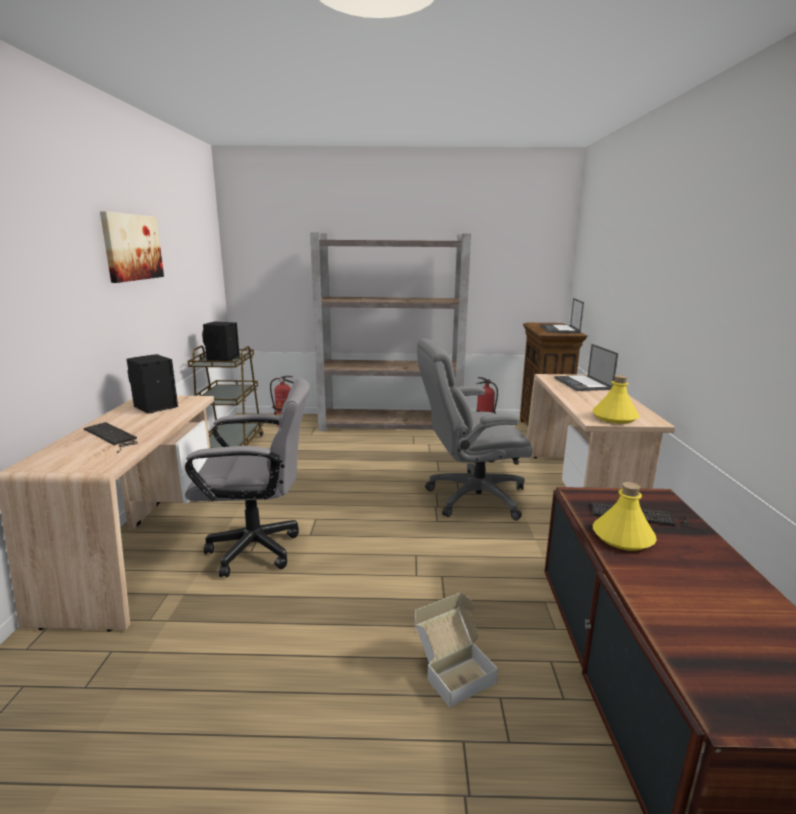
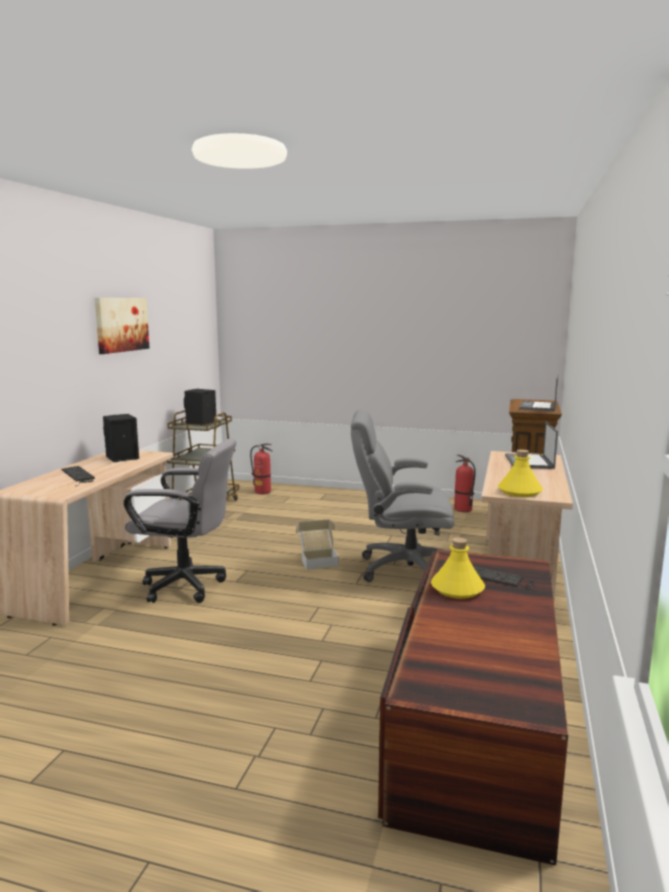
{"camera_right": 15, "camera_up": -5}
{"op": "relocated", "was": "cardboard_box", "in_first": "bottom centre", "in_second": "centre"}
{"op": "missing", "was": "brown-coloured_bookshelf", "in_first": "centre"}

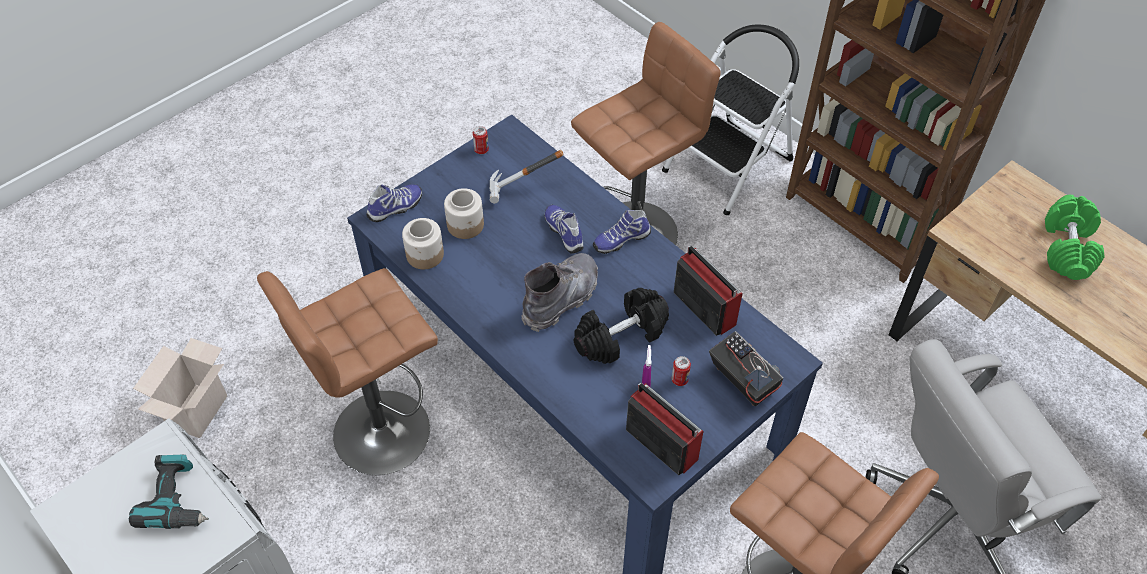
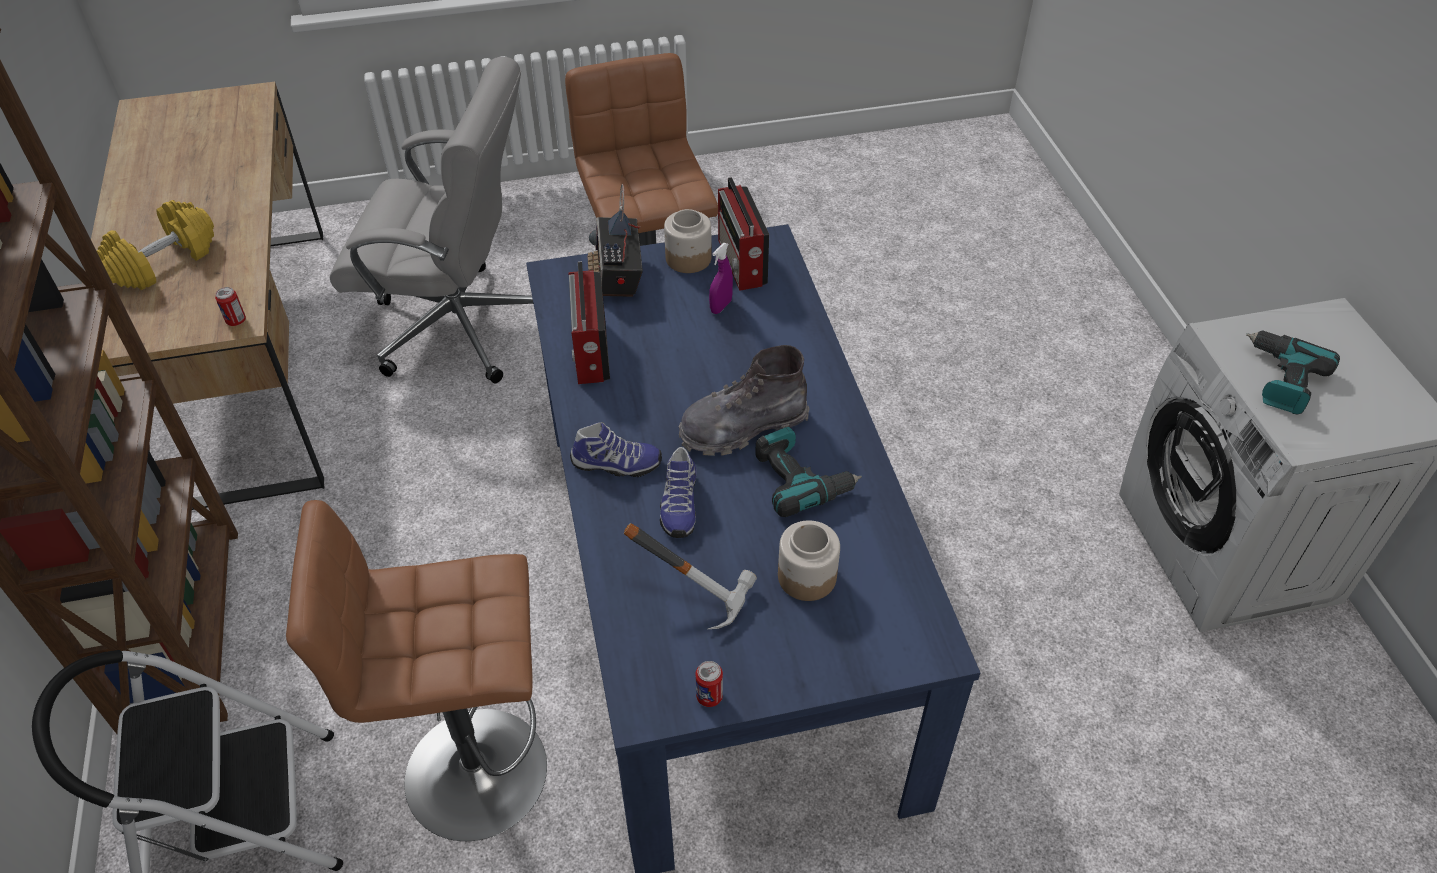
{"camera_right": -150, "camera_up": -5}
{"op": "colour", "was": "greenish_free_weight", "now": "yellow_free_weight", "in_first": "middle right", "in_second": "top left"}
{"op": "relocated", "was": "metal_can (no. 2 from left in the first image)", "now": "metal_can (no. 1 from left)", "in_first": "centre", "in_second": "middle left"}
{"op": "relocated", "was": "preserve_jar (no. 1 from left)", "in_first": "centre", "in_second": "top centre"}
{"op": "appeared", "now": "drill (no. 1 from left)", "in_second": "centre"}
{"op": "missing", "was": "cardboard_box", "in_first": "bottom left"}
{"op": "missing", "was": "brown-coloured_stool (no. 1 from left)", "in_first": "middle left"}
{"op": "missing", "was": "item_of_footwear (no. 1 from left)", "in_first": "centre"}
{"op": "missing", "was": "black_free_weight", "in_first": "centre"}

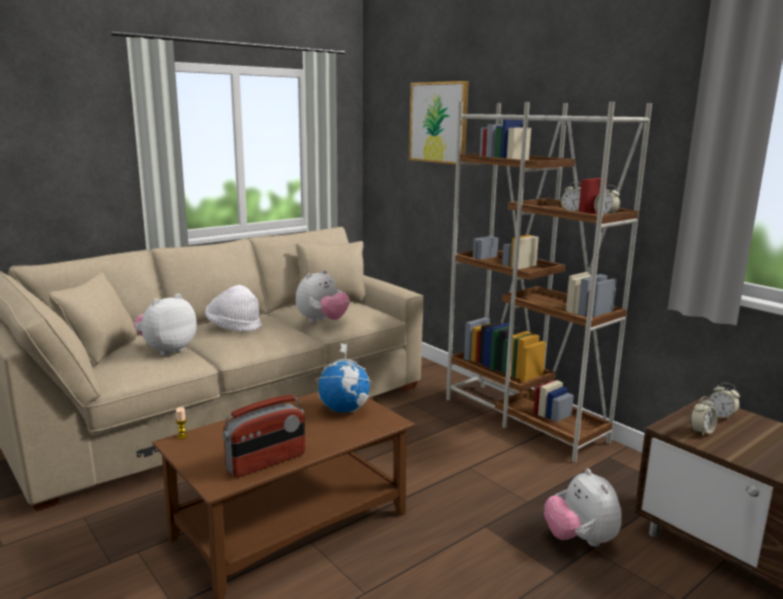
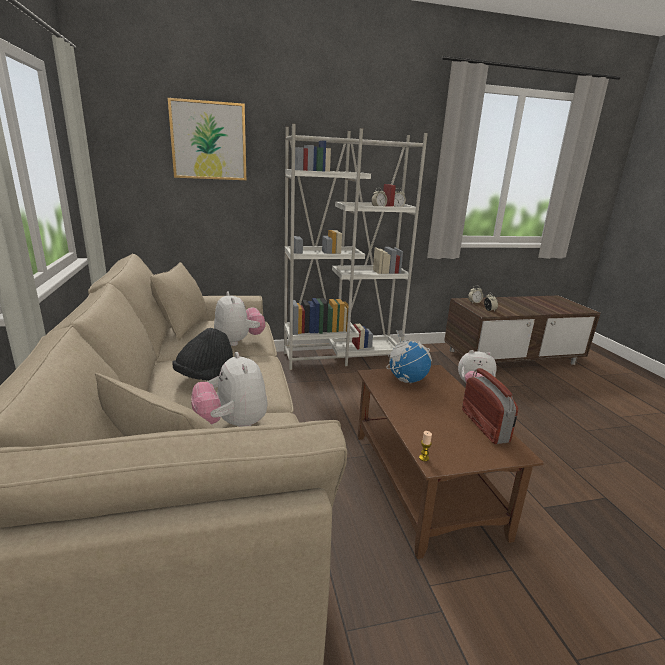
{"camera_right": -65, "camera_up": 5}
{"op": "colour", "was": "whitish_hat", "now": "black_hat", "in_first": "middle left", "in_second": "middle left"}
{"op": "colour", "was": "brown-coloured_bookshelf", "now": "whitish_bookshelf", "in_first": "middle right", "in_second": "centre"}

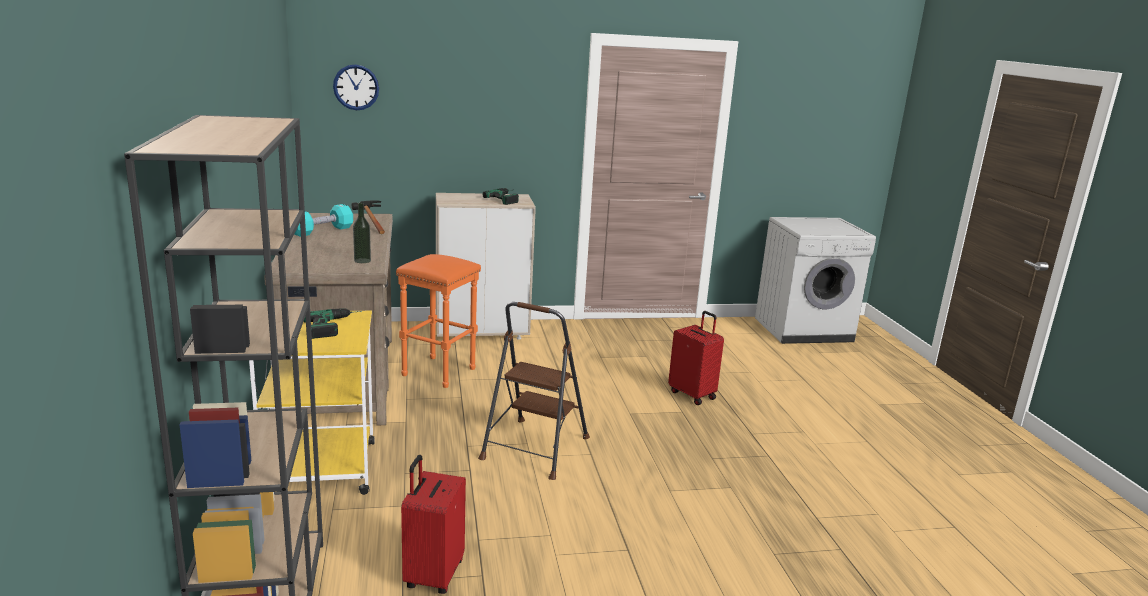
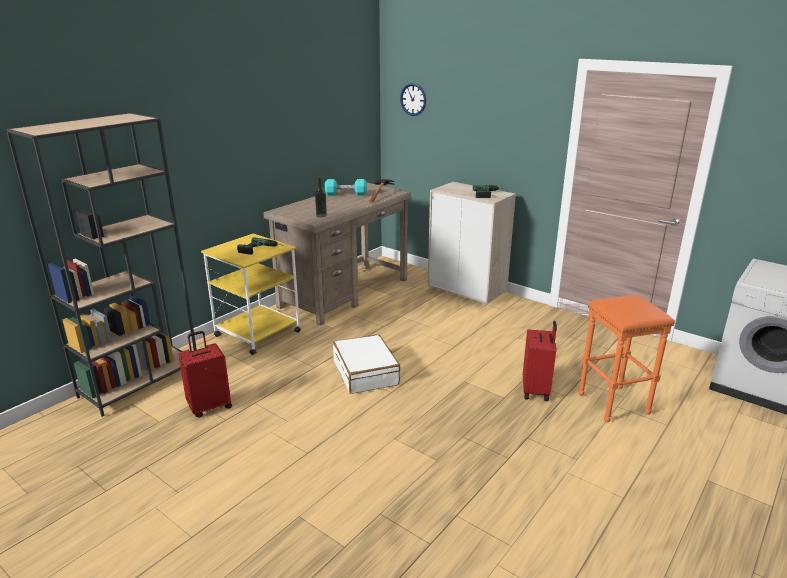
{"camera_right": 50, "camera_up": 5}
{"op": "exchanged", "was": "brown-coloured_step_ladder", "now": "whitish_travel_case", "in_first": "centre", "in_second": "centre"}
{"op": "relocated", "was": "orange_stool", "in_first": "centre", "in_second": "middle right"}

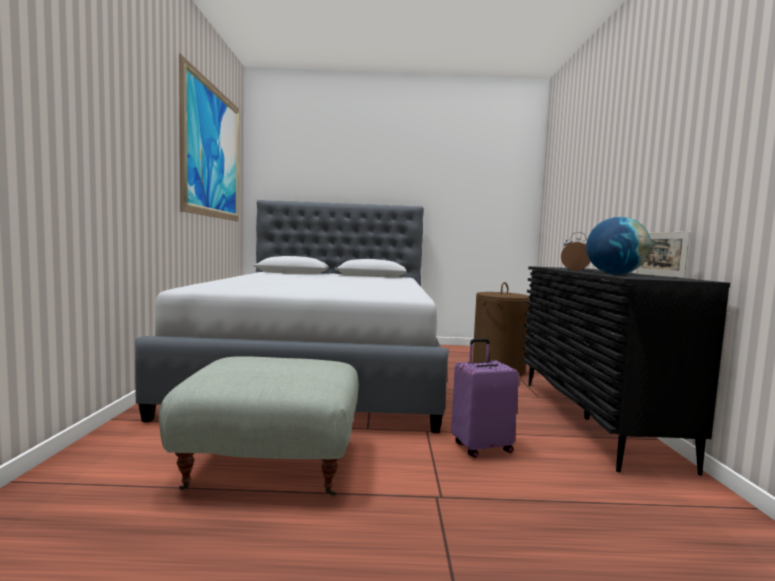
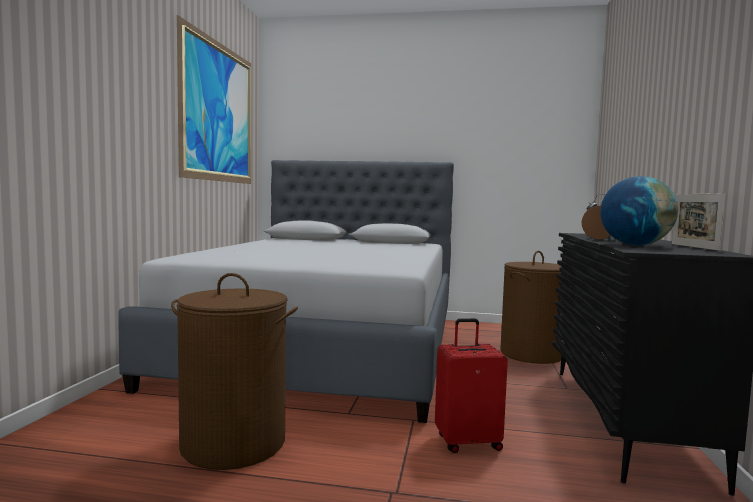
{"camera_right": 10, "camera_up": 0}
{"op": "exchanged", "was": "gray_ottoman", "now": "brown-coloured_washing_basket (no. 1 from left)", "in_first": "bottom centre", "in_second": "bottom left"}
{"op": "colour", "was": "purple_travel_case", "now": "red-coloured_travel_case", "in_first": "bottom centre", "in_second": "bottom centre"}

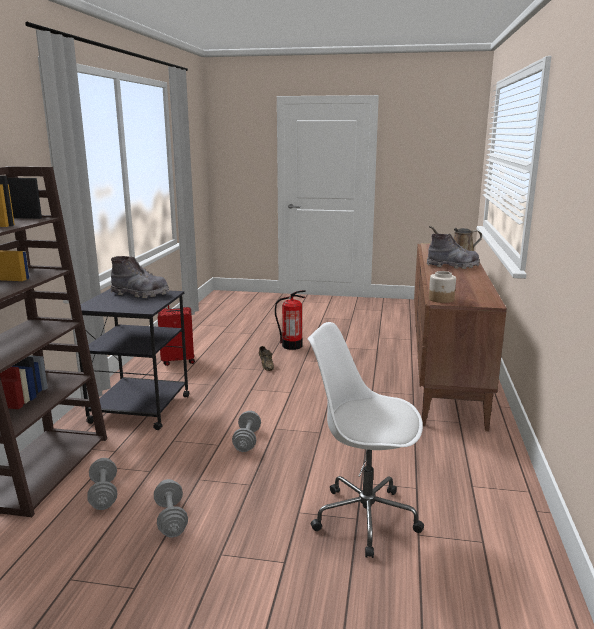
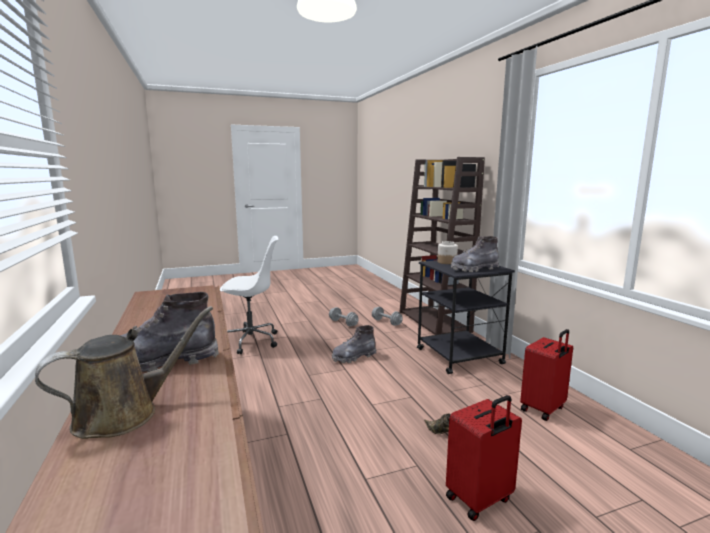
{"camera_right": 150, "camera_up": -5}
{"op": "exchanged", "was": "gray_free_weight (no. 3 from left)", "now": "gray_high-top_boot (no. 2 from left)", "in_first": "bottom centre", "in_second": "centre"}
{"op": "relocated", "was": "preserve_jar", "in_first": "middle right", "in_second": "centre"}
{"op": "exchanged", "was": "extinguisher", "now": "red-coloured_travel_case (no. 1 from left)", "in_first": "centre", "in_second": "bottom right"}

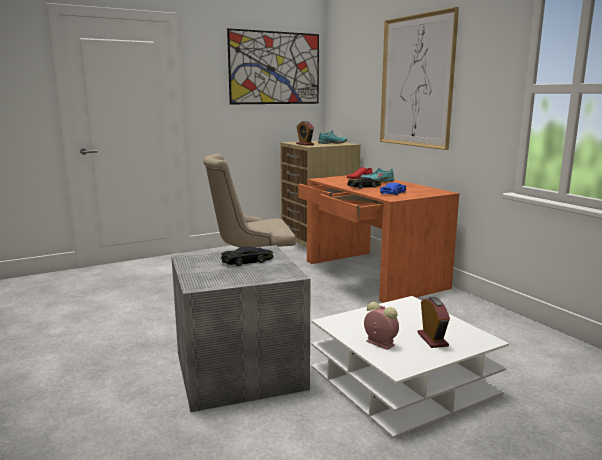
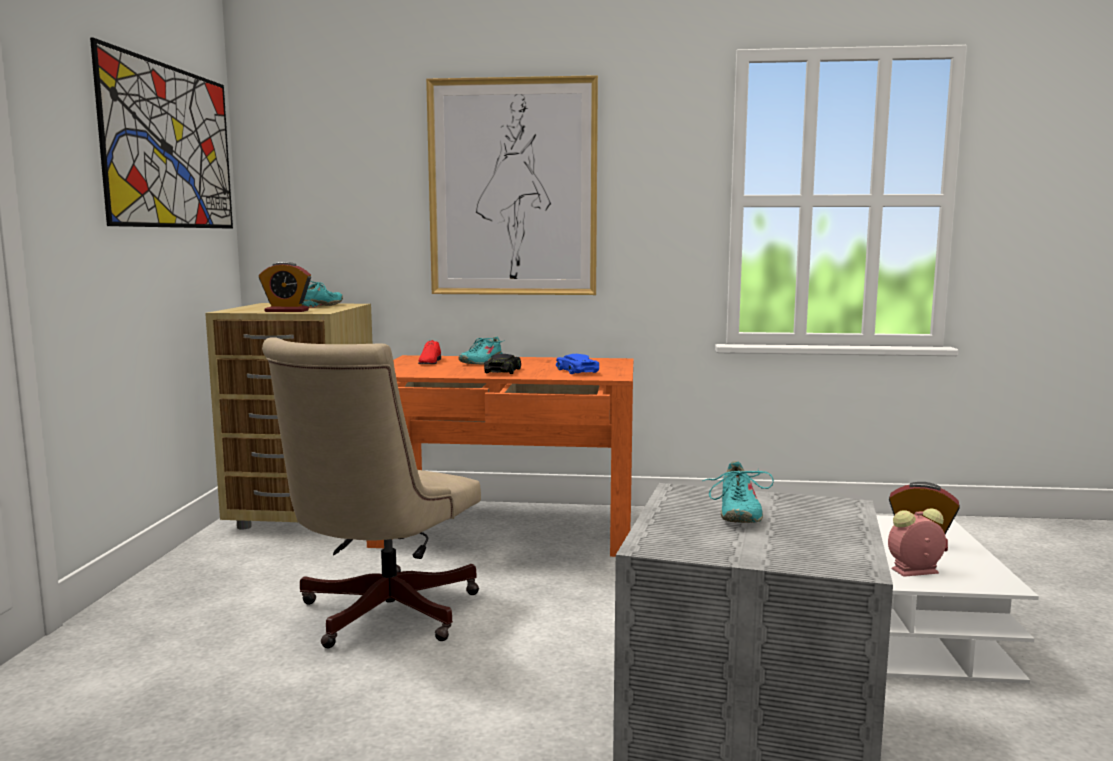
{"camera_right": -55, "camera_up": -5}
{"op": "exchanged", "was": "black_toy_car (no. 1 from left)", "now": "blue-green_item_of_footwear (no. 3 from left)", "in_first": "centre", "in_second": "centre"}

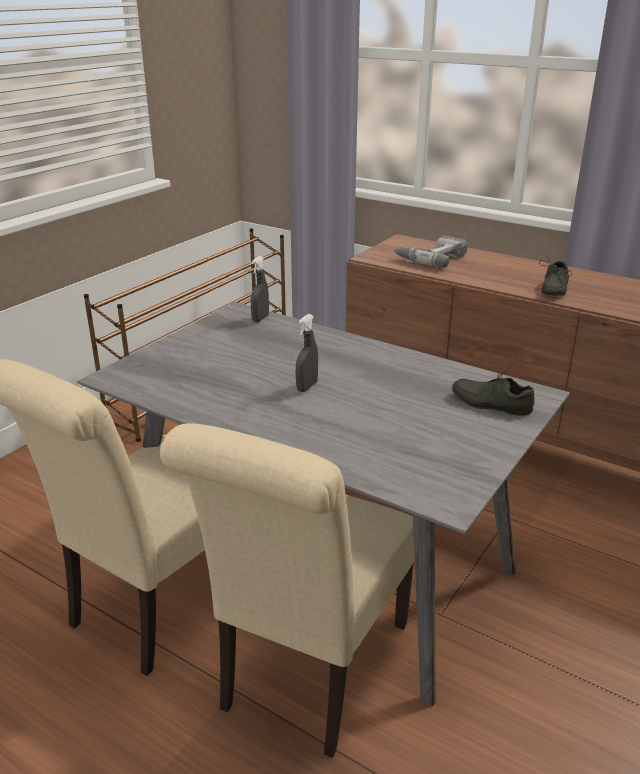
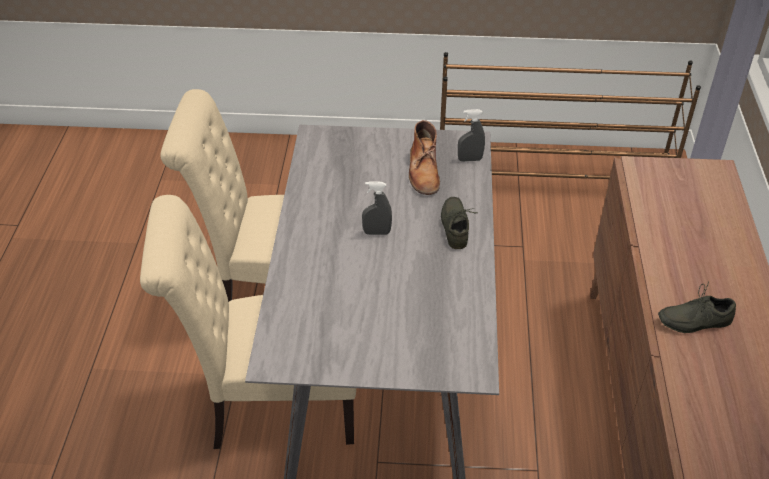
{"camera_right": 60, "camera_up": 15}
{"op": "appeared", "now": "brown-coloured_high-top_boot", "in_second": "top centre"}
{"op": "relocated", "was": "gray_item_of_footwear (no. 1 from left)", "in_first": "middle right", "in_second": "centre"}
{"op": "missing", "was": "drill", "in_first": "top right"}

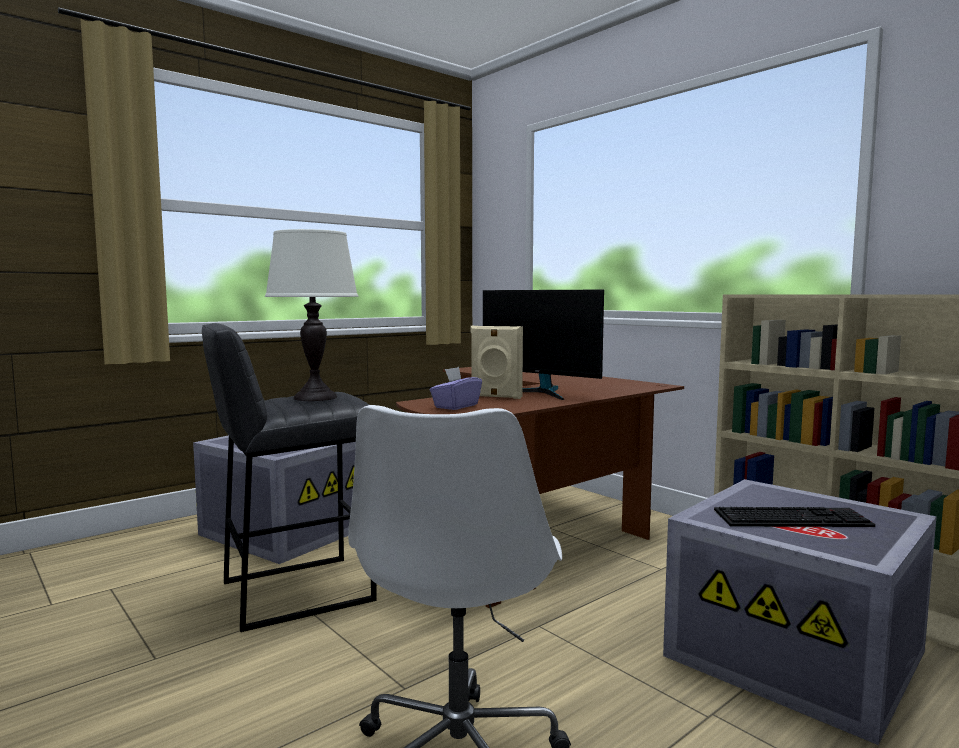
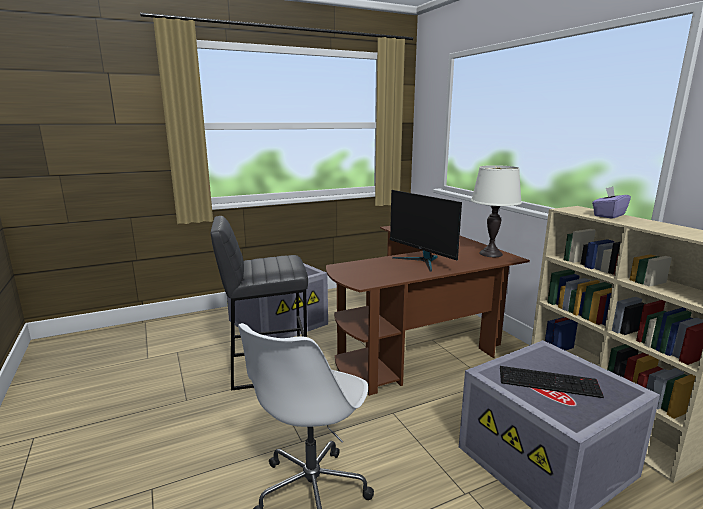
{"camera_right": 15, "camera_up": 10}
{"op": "relocated", "was": "whitish_table_lamp", "in_first": "middle left", "in_second": "middle right"}
{"op": "relocated", "was": "purple_tissue_box", "in_first": "centre", "in_second": "middle right"}
{"op": "missing", "was": "beige-coloured_loudspeaker", "in_first": "centre"}

